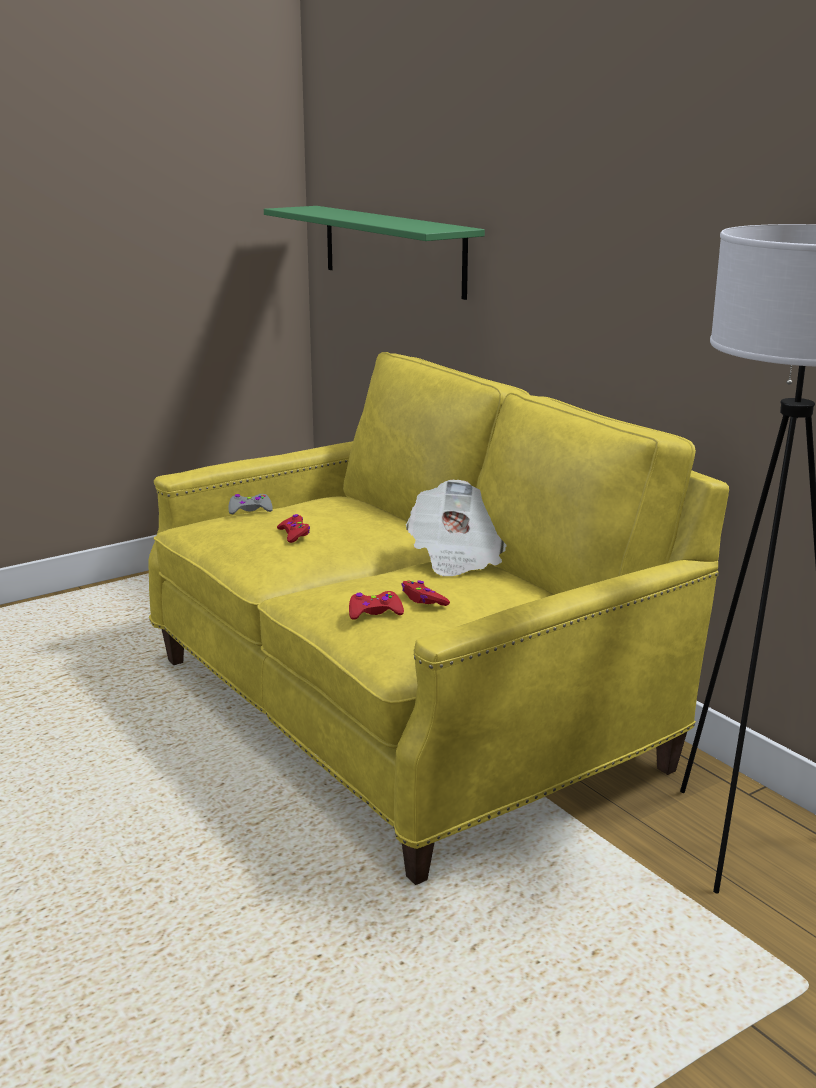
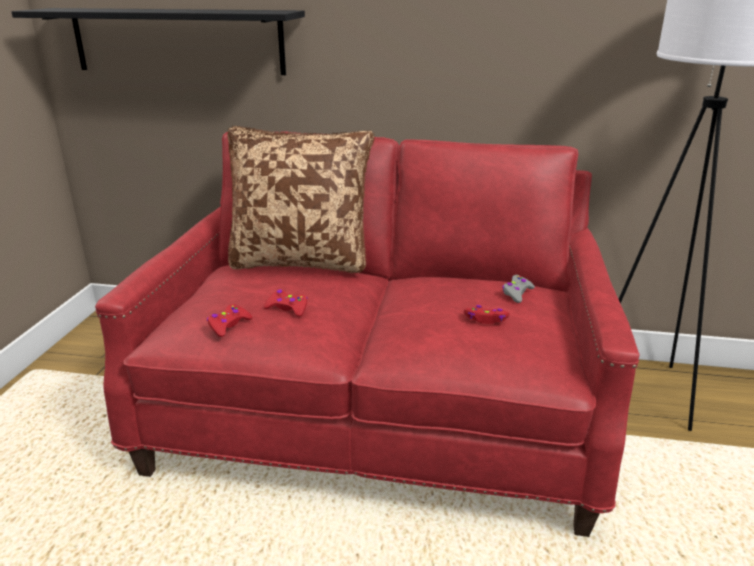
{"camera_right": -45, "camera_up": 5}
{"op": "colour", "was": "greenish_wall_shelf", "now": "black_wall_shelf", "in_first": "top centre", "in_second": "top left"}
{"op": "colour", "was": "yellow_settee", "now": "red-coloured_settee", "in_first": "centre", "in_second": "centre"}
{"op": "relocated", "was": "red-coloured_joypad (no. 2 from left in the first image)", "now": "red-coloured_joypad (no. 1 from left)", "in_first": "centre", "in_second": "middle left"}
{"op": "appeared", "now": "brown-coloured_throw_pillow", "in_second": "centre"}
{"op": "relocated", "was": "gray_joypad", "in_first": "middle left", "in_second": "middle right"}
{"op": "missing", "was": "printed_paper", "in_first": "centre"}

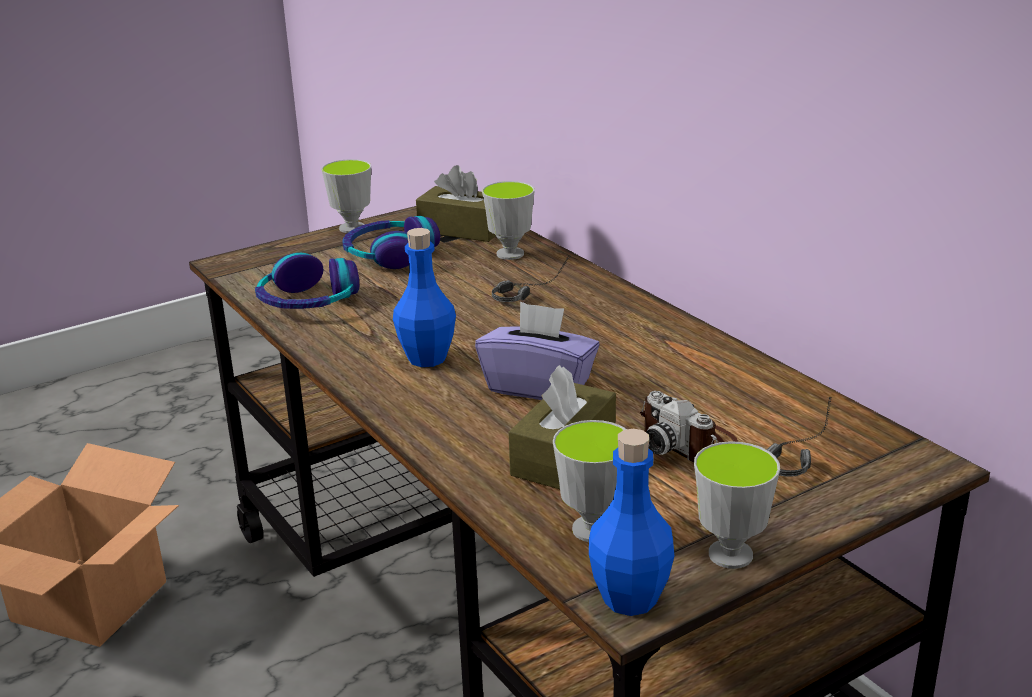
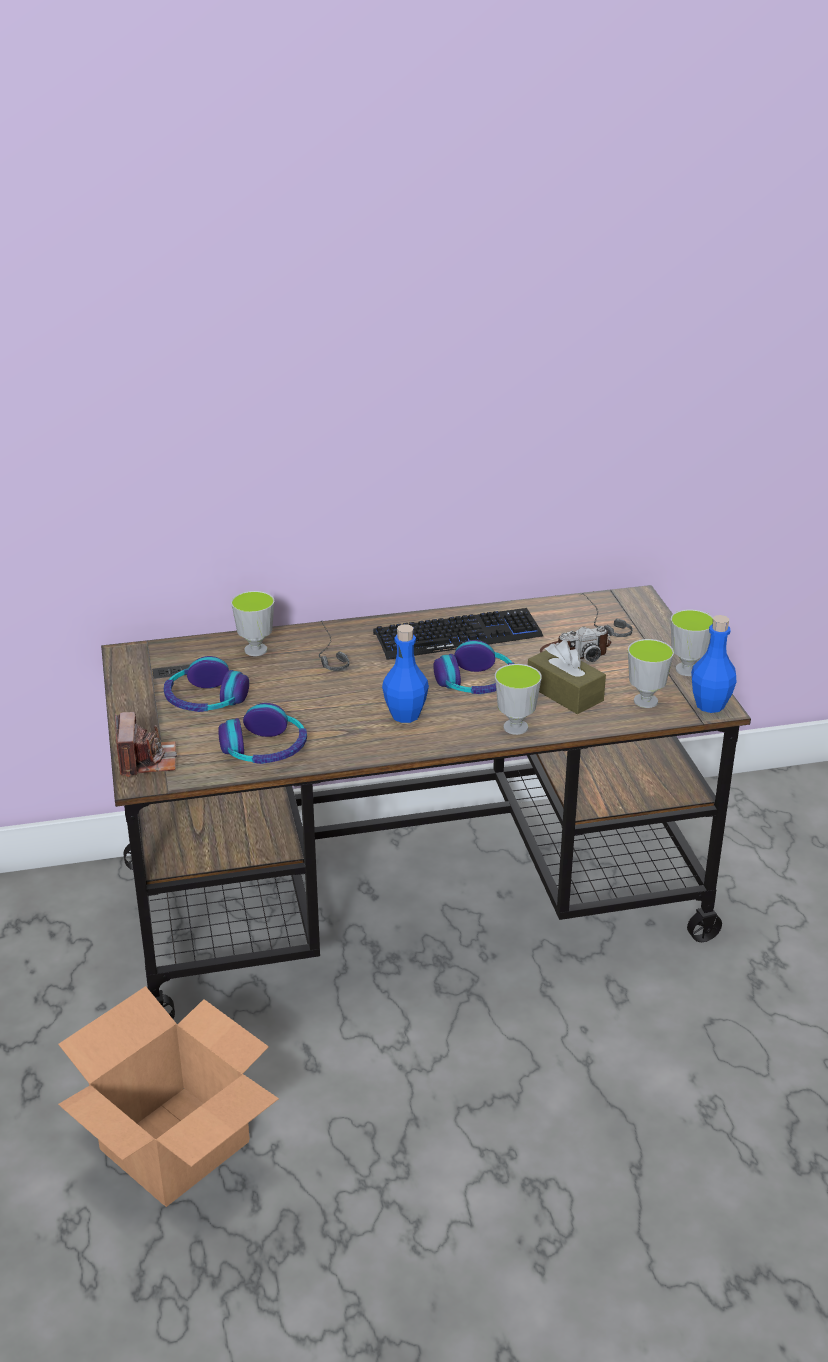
{"camera_right": -70, "camera_up": 5}
{"op": "appeared", "now": "photo_camera (no. 1 from left)", "in_second": "middle left"}
{"op": "appeared", "now": "PC_keyboard", "in_second": "centre"}
{"op": "exchanged", "was": "purple_tissue_box", "now": "pair_of_headphones (no. 4 from left)", "in_first": "centre", "in_second": "centre"}
{"op": "relocated", "was": "drinking_cup (no. 1 from left in the first image)", "now": "drinking_cup (no. 2 from left)", "in_first": "top centre", "in_second": "centre"}
{"op": "missing", "was": "brown-coloured_tissue_box (no. 1 from left)", "in_first": "top centre"}

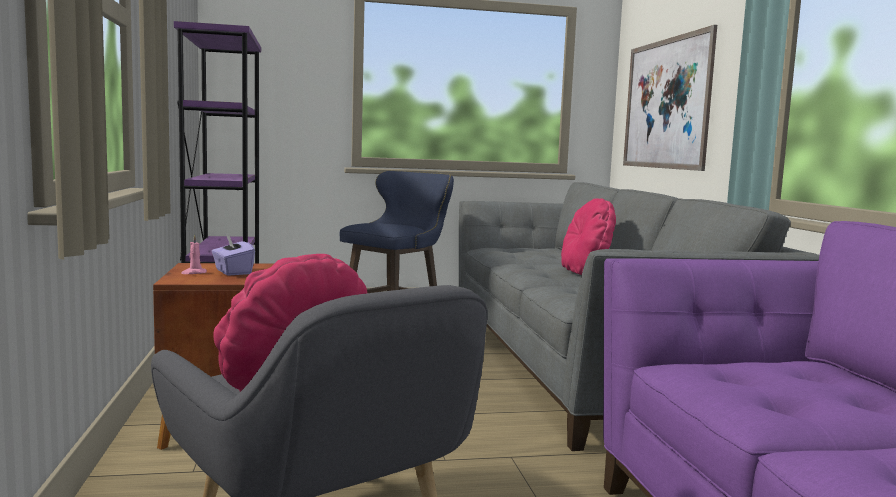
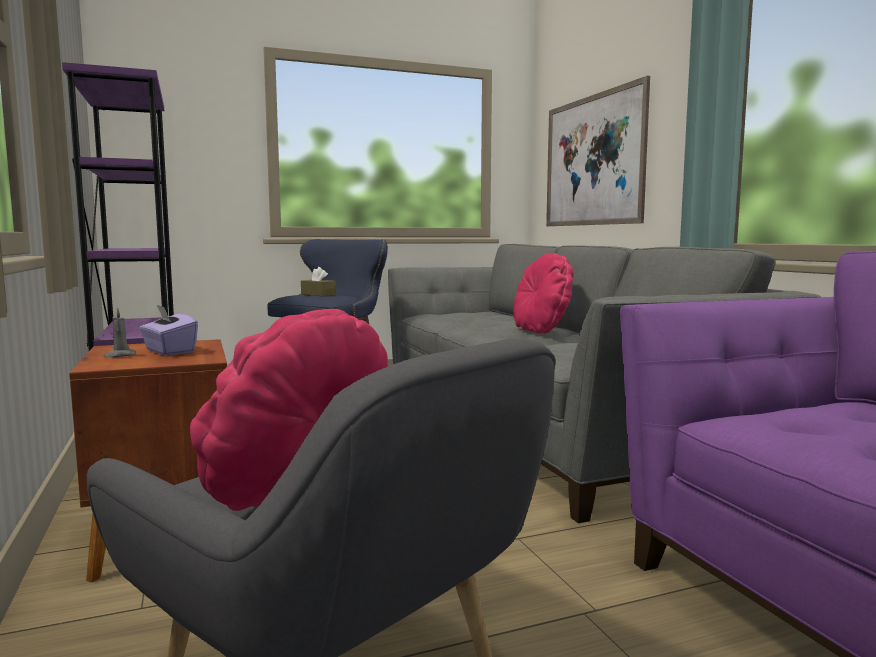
{"camera_right": -10, "camera_up": 0}
{"op": "colour", "was": "pink-coloured_candle", "now": "gray_candle", "in_first": "middle left", "in_second": "middle left"}
{"op": "appeared", "now": "brown-coloured_tissue_box", "in_second": "centre"}

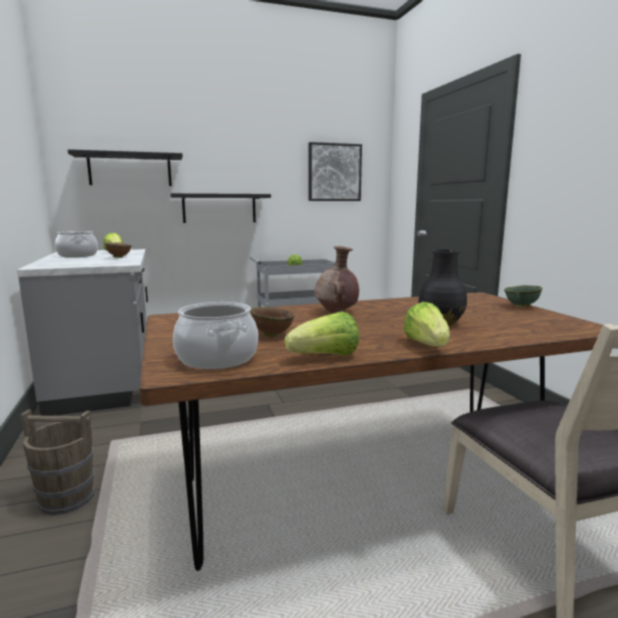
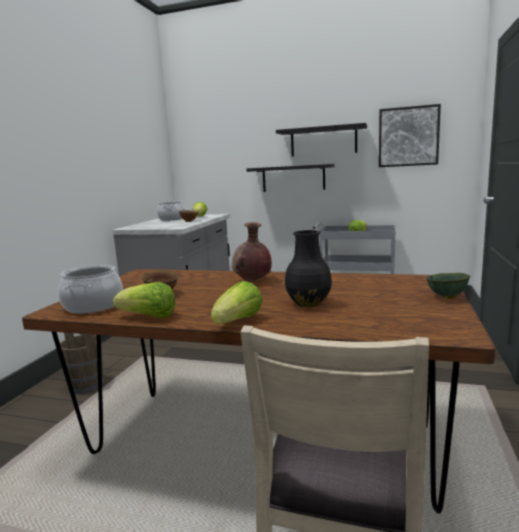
{"camera_right": 35, "camera_up": 0}
{"op": "relocated", "was": "black_wall_shelf (no. 1 from left in the first image)", "now": "black_wall_shelf (no. 2 from left)", "in_first": "top left", "in_second": "top centre"}

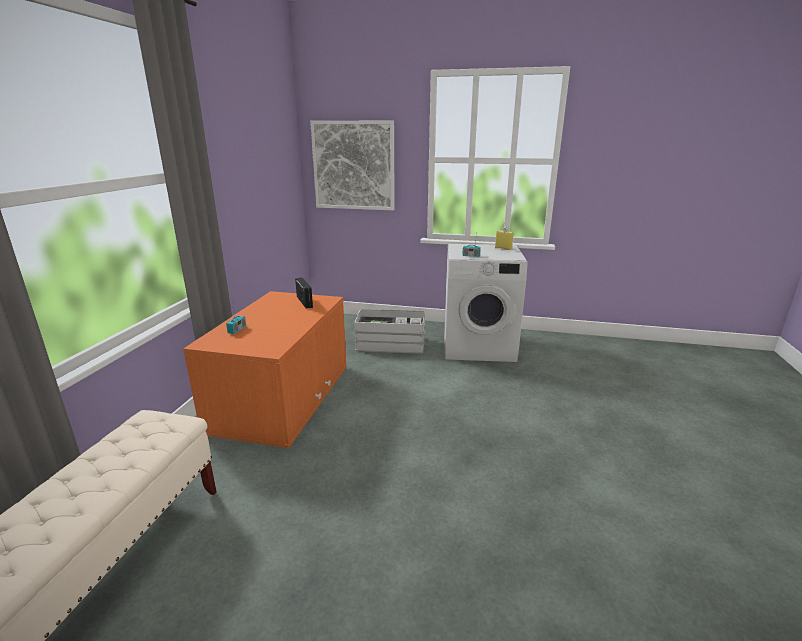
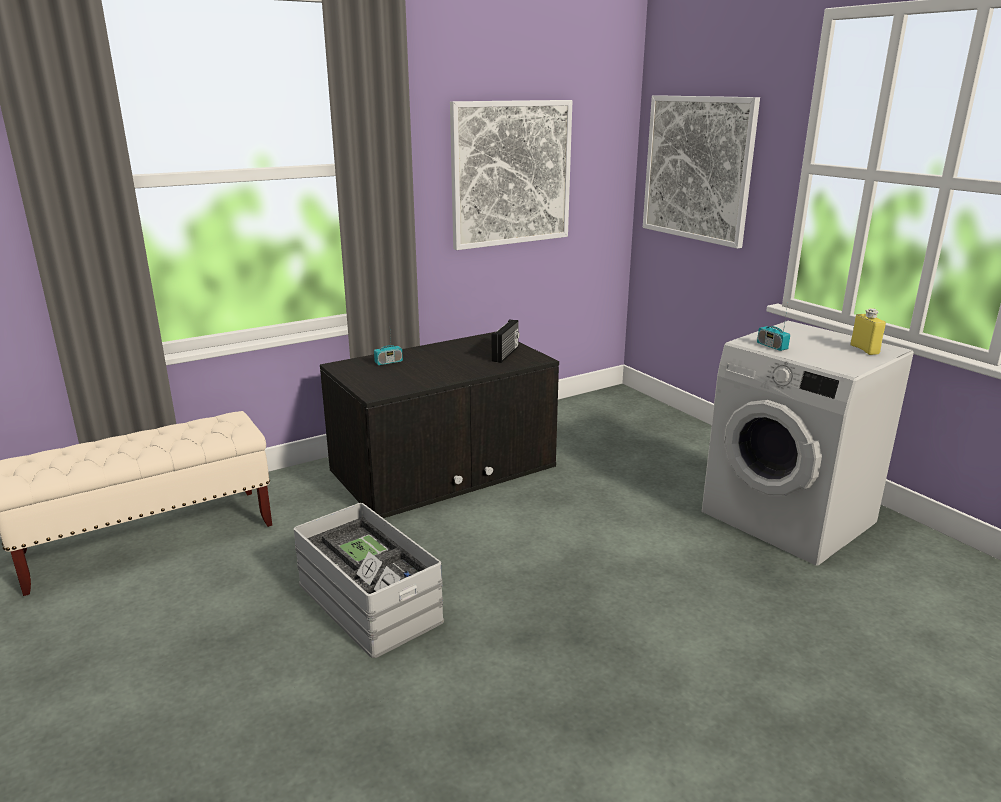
{"camera_right": 45, "camera_up": 0}
{"op": "relocated", "was": "gray_storage_box", "in_first": "centre", "in_second": "bottom centre"}
{"op": "colour", "was": "orange_cupboard", "now": "black_cupboard", "in_first": "middle left", "in_second": "centre"}
{"op": "appeared", "now": "picture (no. 1 from left)", "in_second": "top centre"}

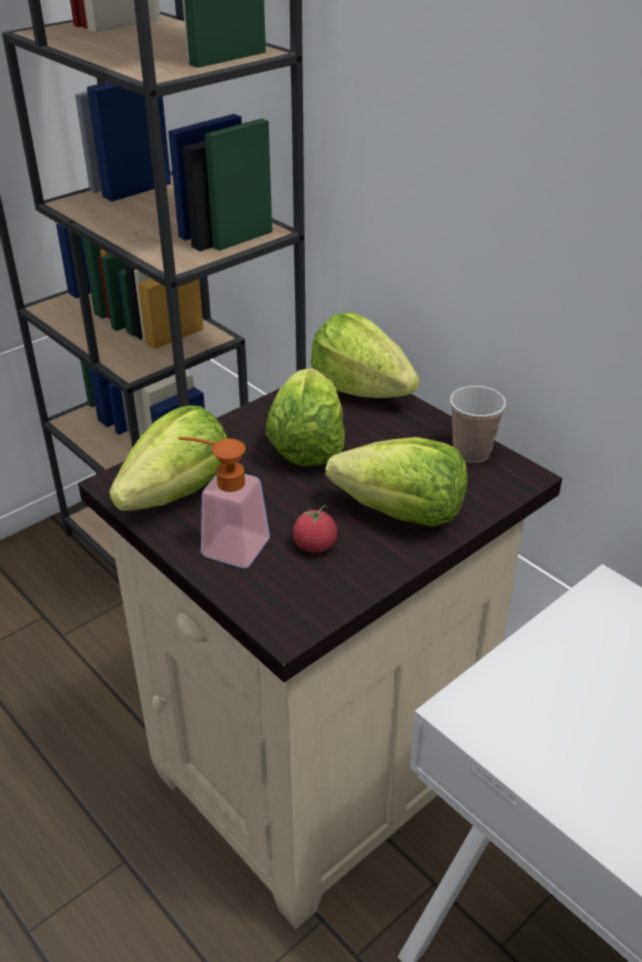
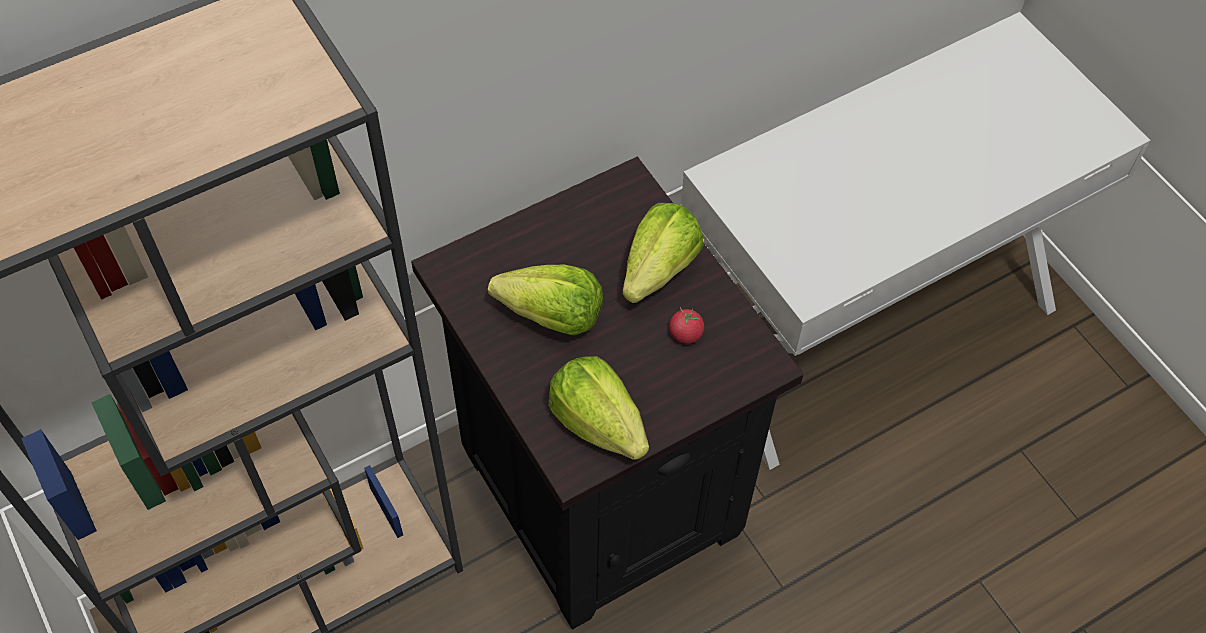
{"camera_right": -80, "camera_up": 20}
{"op": "colour", "was": "beige-coloured_cupboard", "now": "black_cupboard", "in_first": "bottom centre", "in_second": "centre"}
{"op": "missing", "was": "soap_bottle", "in_first": "centre"}
{"op": "missing", "was": "lettuce (no. 3 from left)", "in_first": "centre"}
{"op": "missing", "was": "drinking_cup", "in_first": "middle right"}

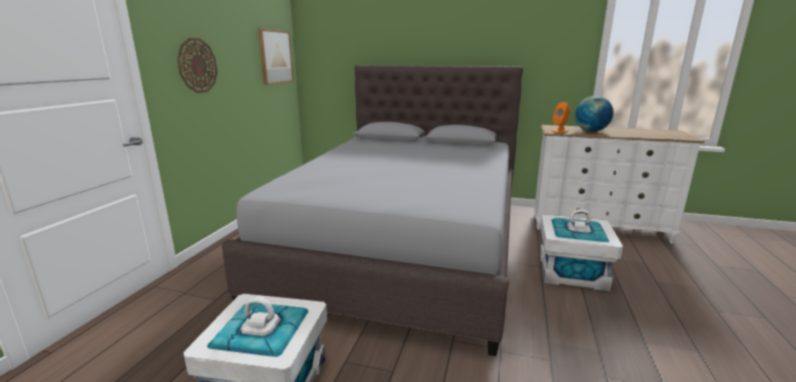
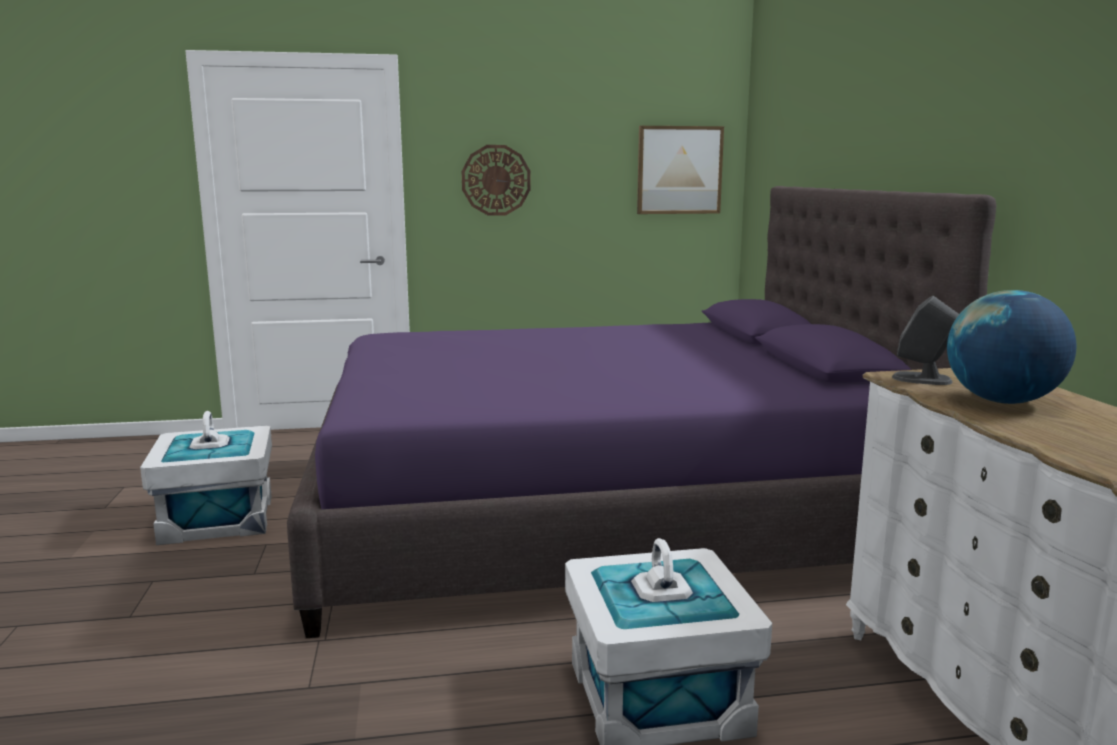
{"camera_right": 65, "camera_up": -5}
{"op": "colour", "was": "gray_bed", "now": "purple_bed", "in_first": "centre", "in_second": "centre"}
{"op": "colour", "was": "orange_loudspeaker", "now": "gray_loudspeaker", "in_first": "top right", "in_second": "middle right"}

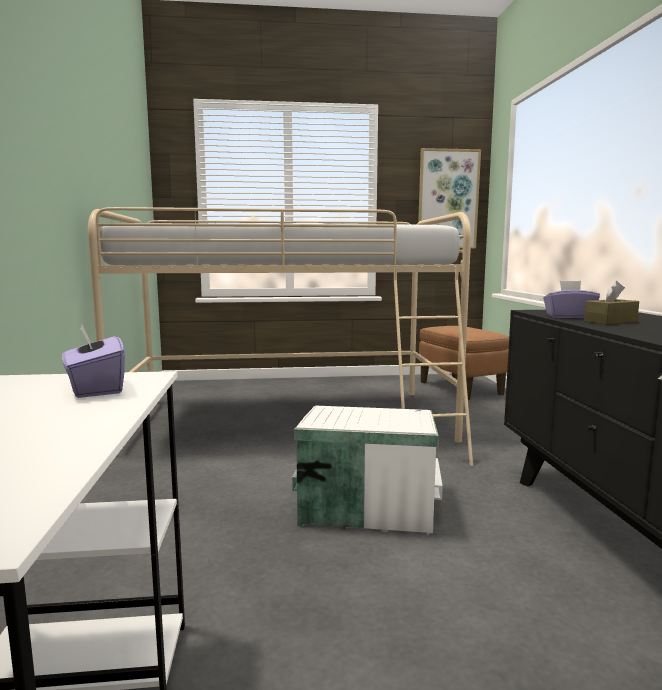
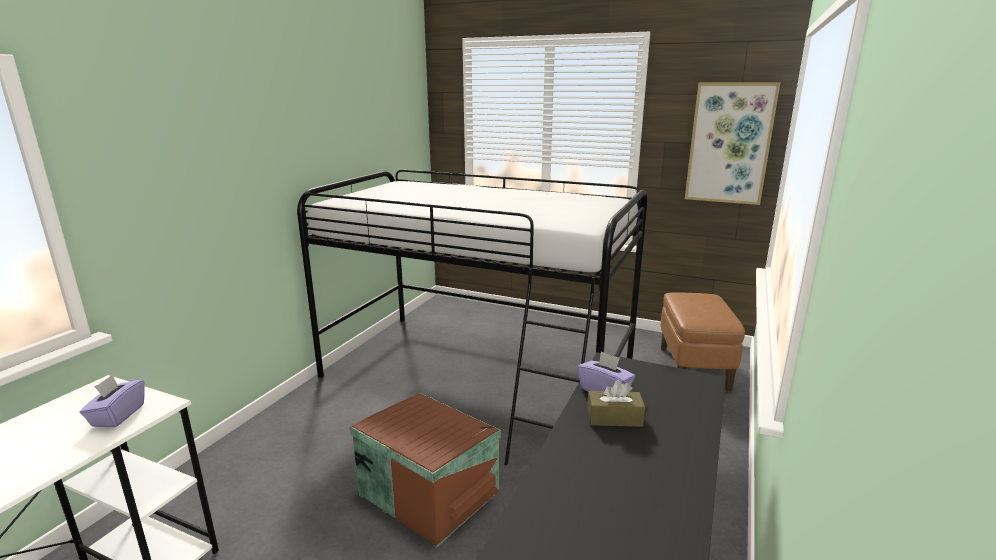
{"camera_right": 30, "camera_up": 10}
{"op": "colour", "was": "beige-coloured_bed", "now": "black_bed", "in_first": "centre", "in_second": "centre"}
{"op": "colour", "was": "whitish_storage_box", "now": "brown-coloured_storage_box", "in_first": "bottom centre", "in_second": "bottom centre"}

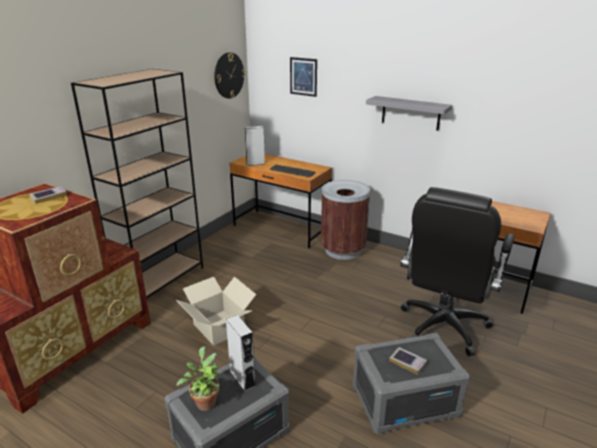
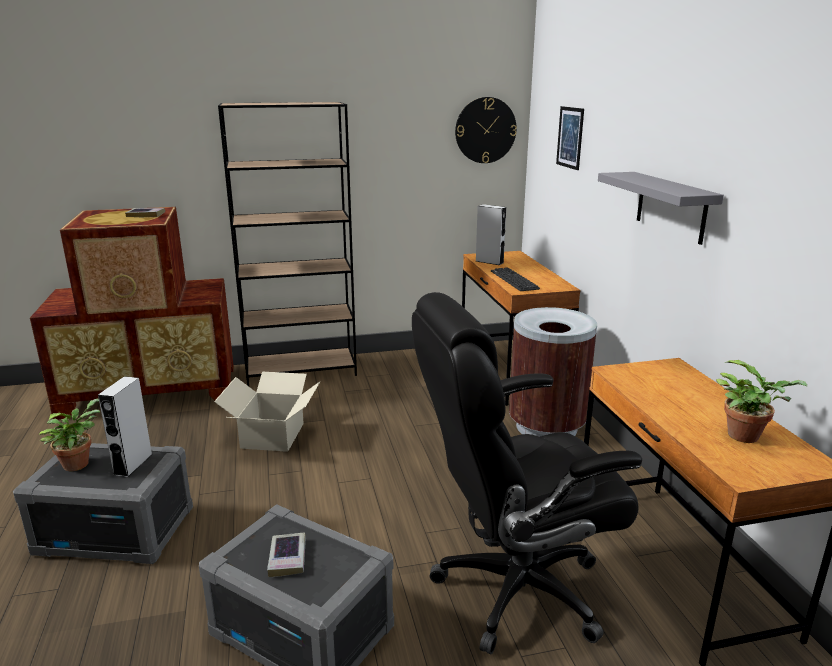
{"camera_right": 45, "camera_up": -5}
{"op": "appeared", "now": "potted_plant (no. 2 from left)", "in_second": "middle right"}

